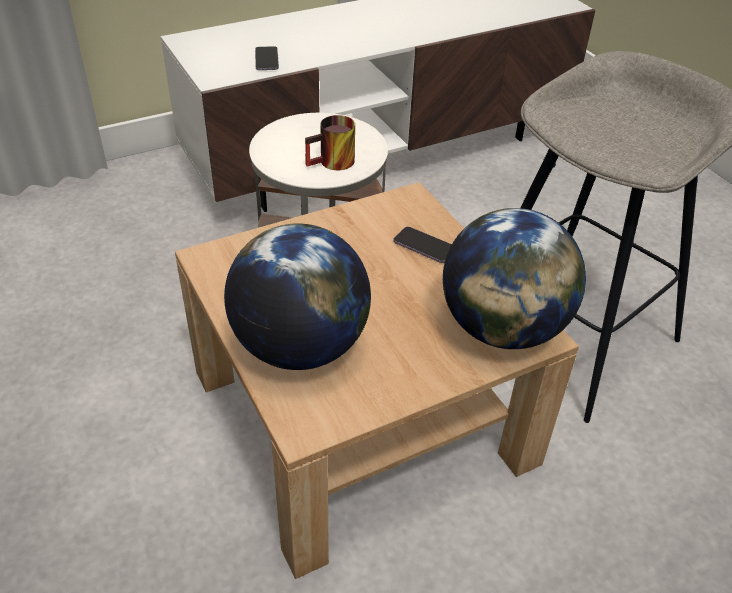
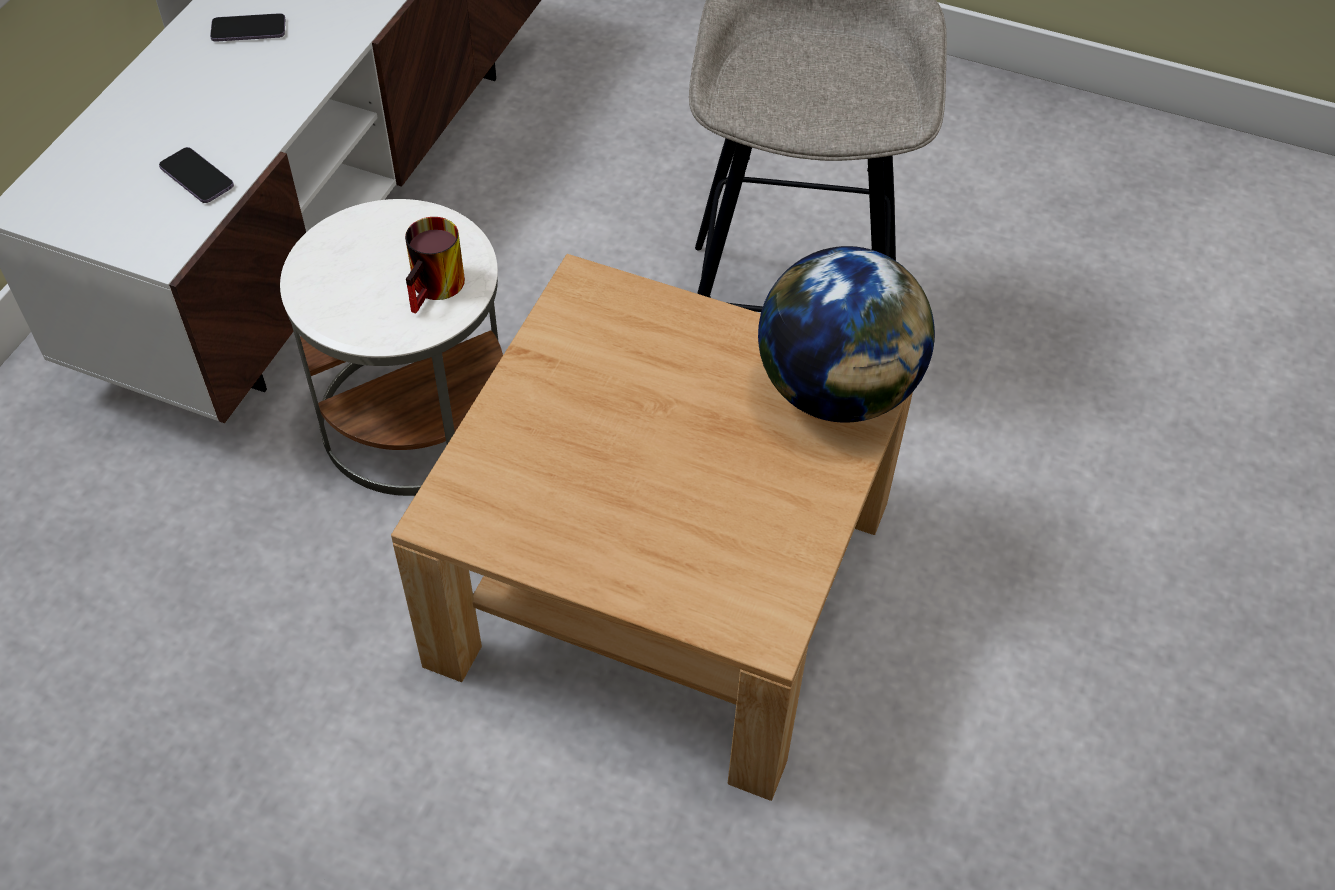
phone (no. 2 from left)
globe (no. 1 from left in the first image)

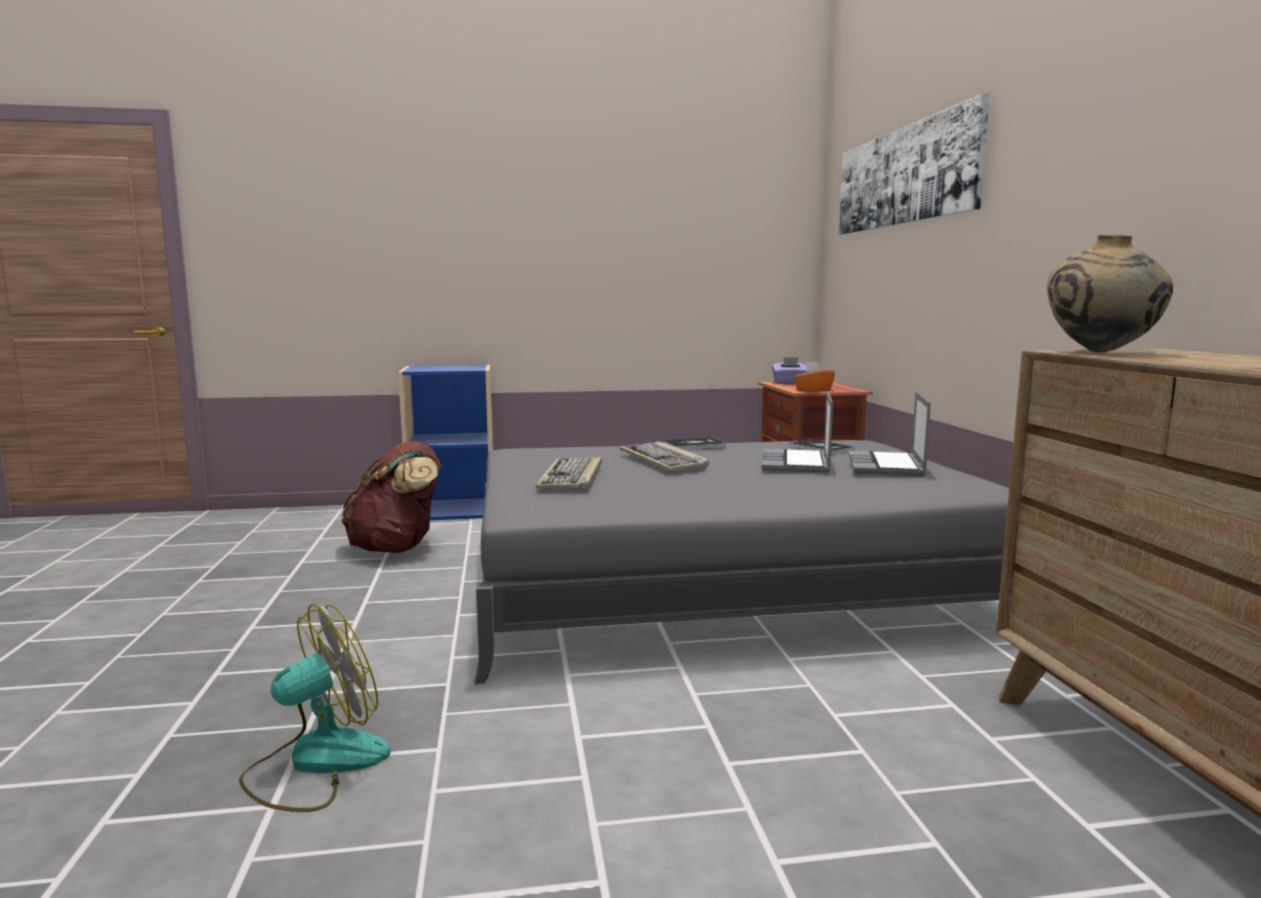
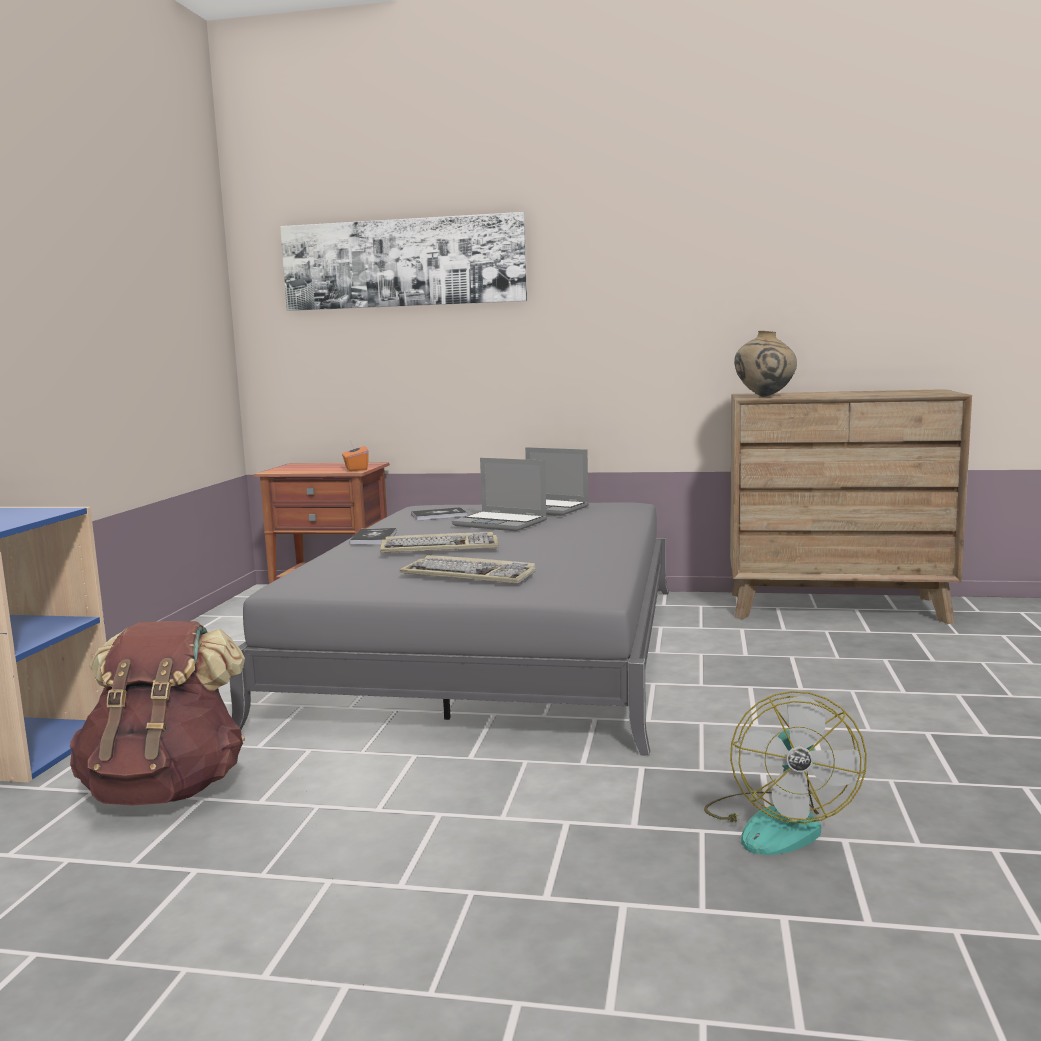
fan
purple tissue box

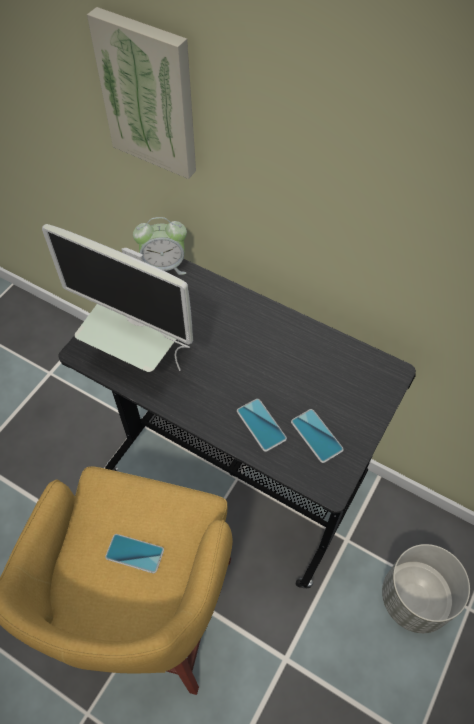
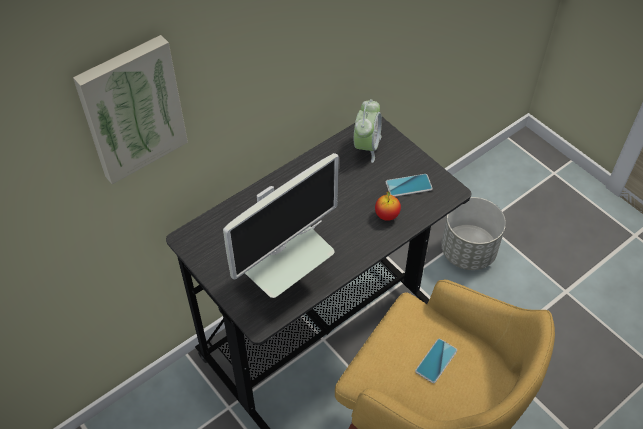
alarm clock
apple

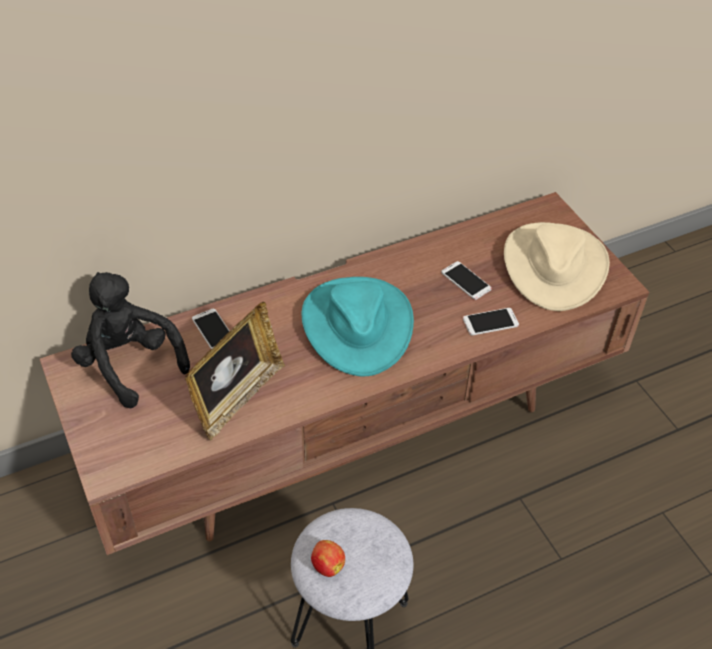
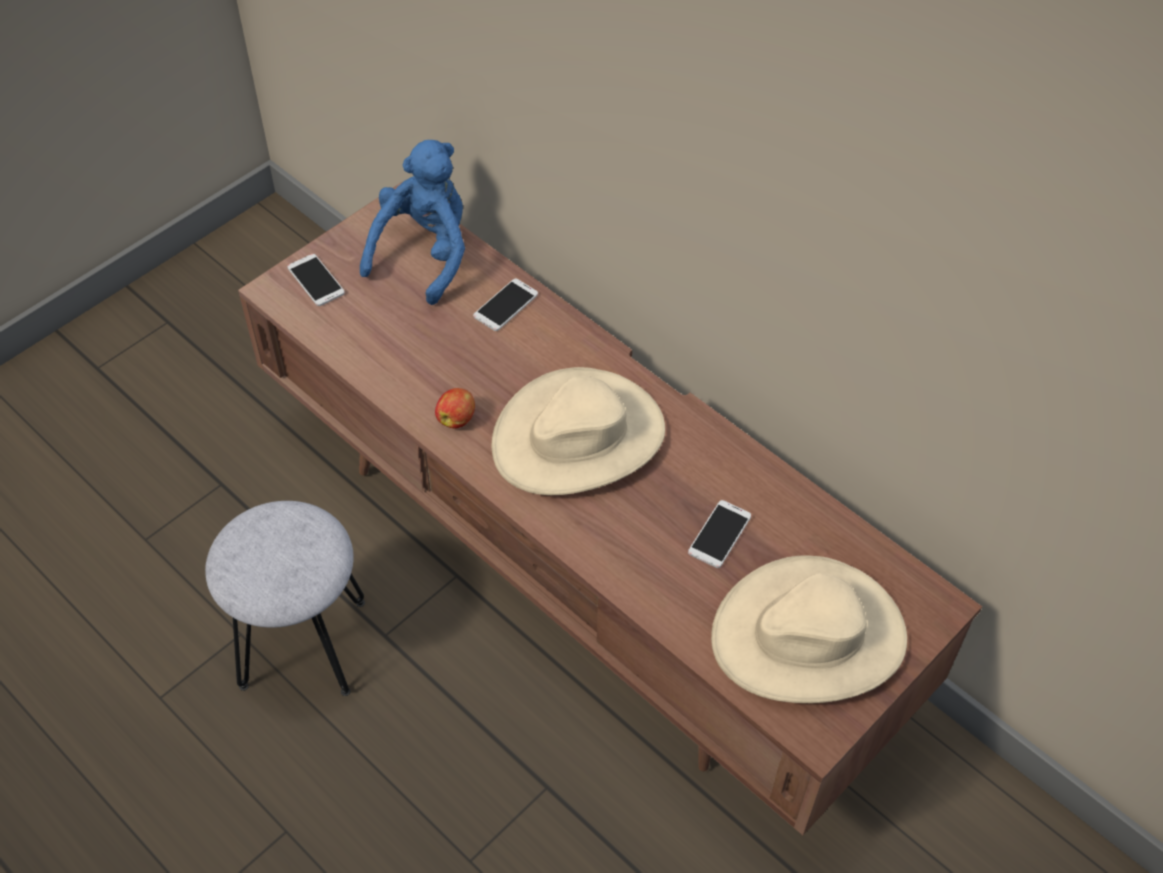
phone (no. 1 from left)
blue plush toy
apple
beige hat (no. 1 from left)
picture frame

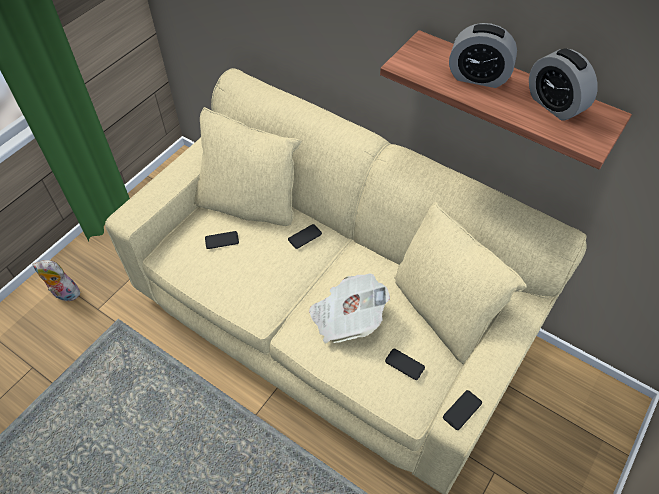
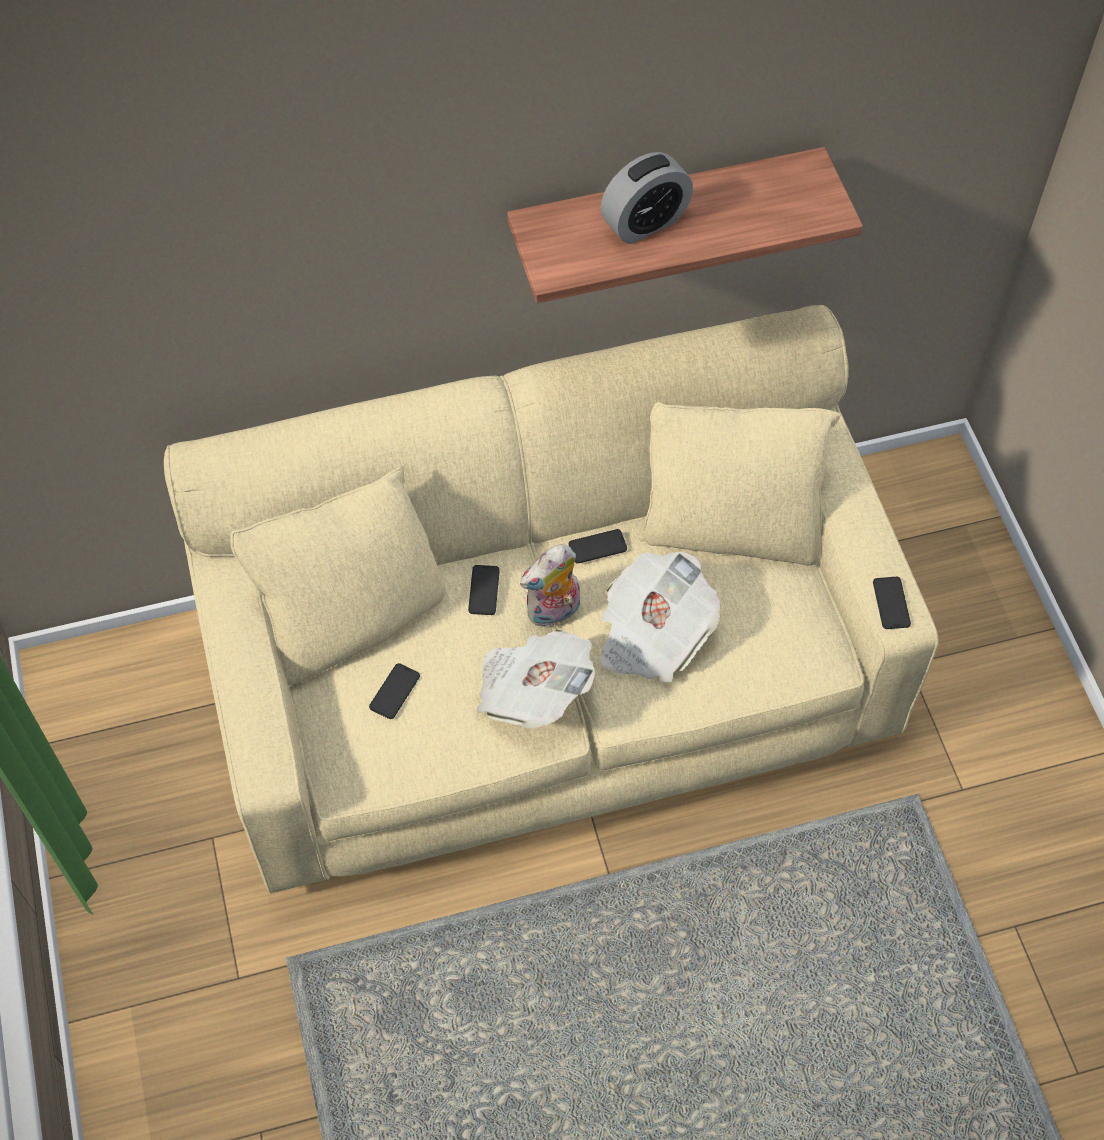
newspaper (no. 1 from left)
plush toy
phone (no. 3 from left)
alarm clock (no. 2 from left in the first image)

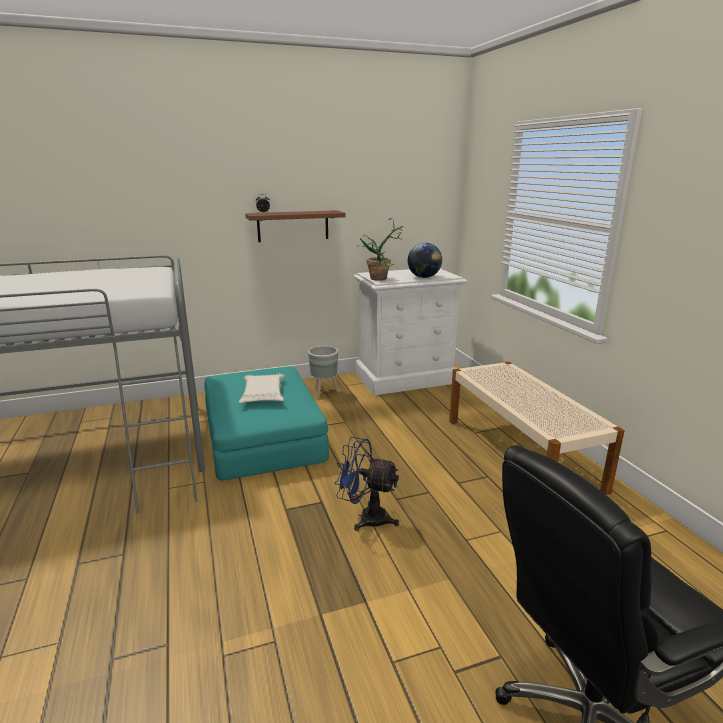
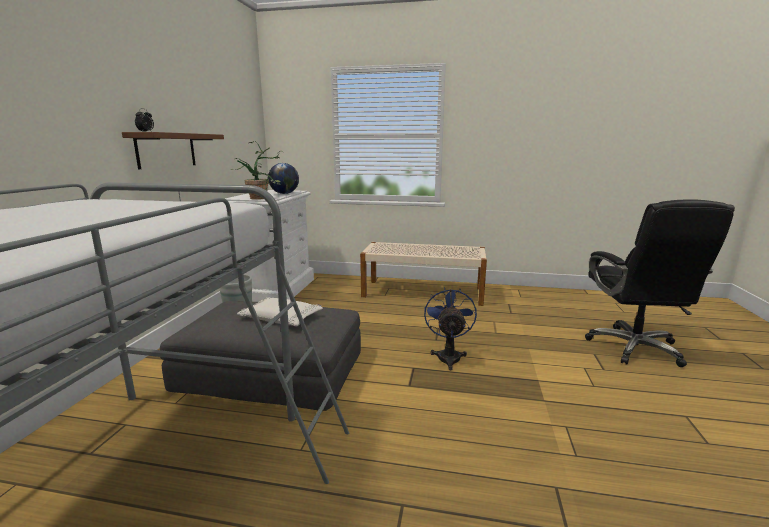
grey ottoman
blue fan

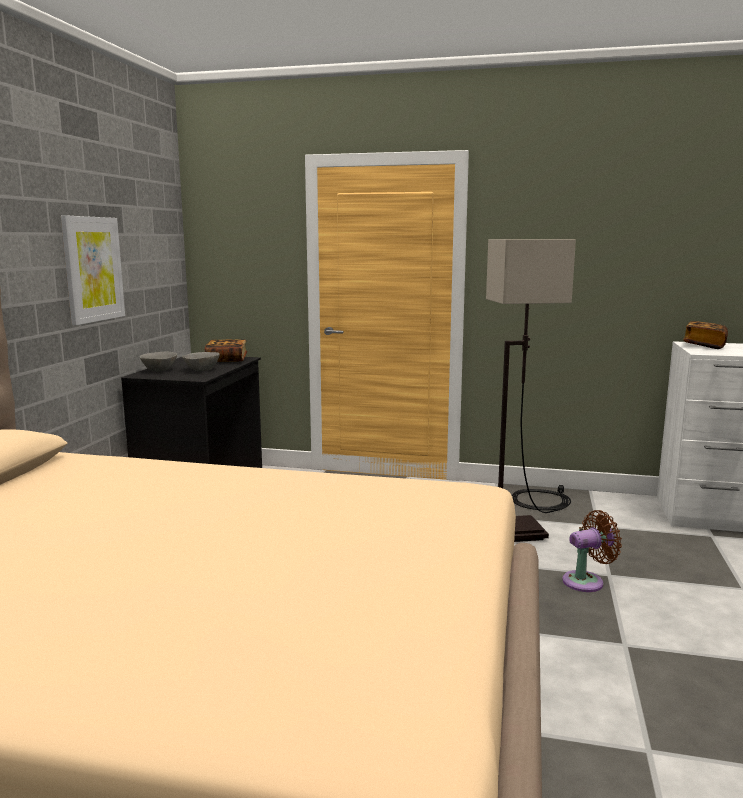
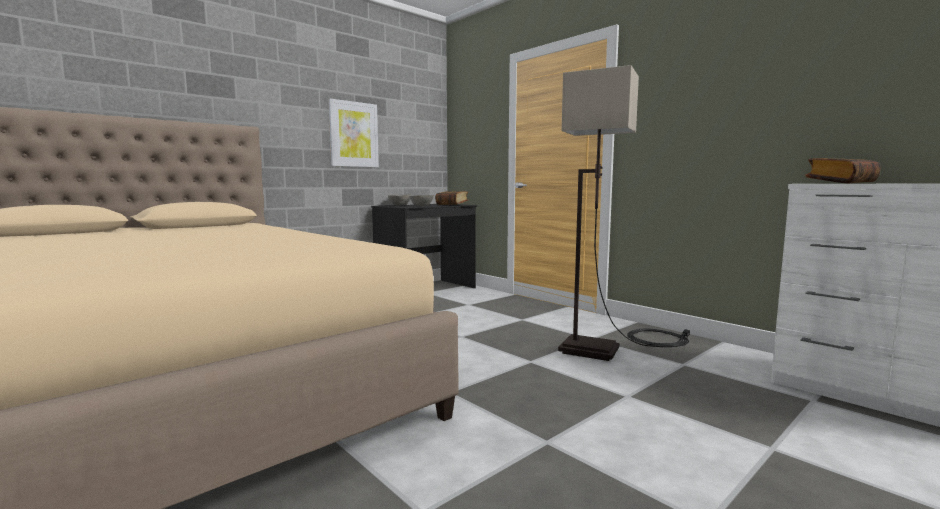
brown fan

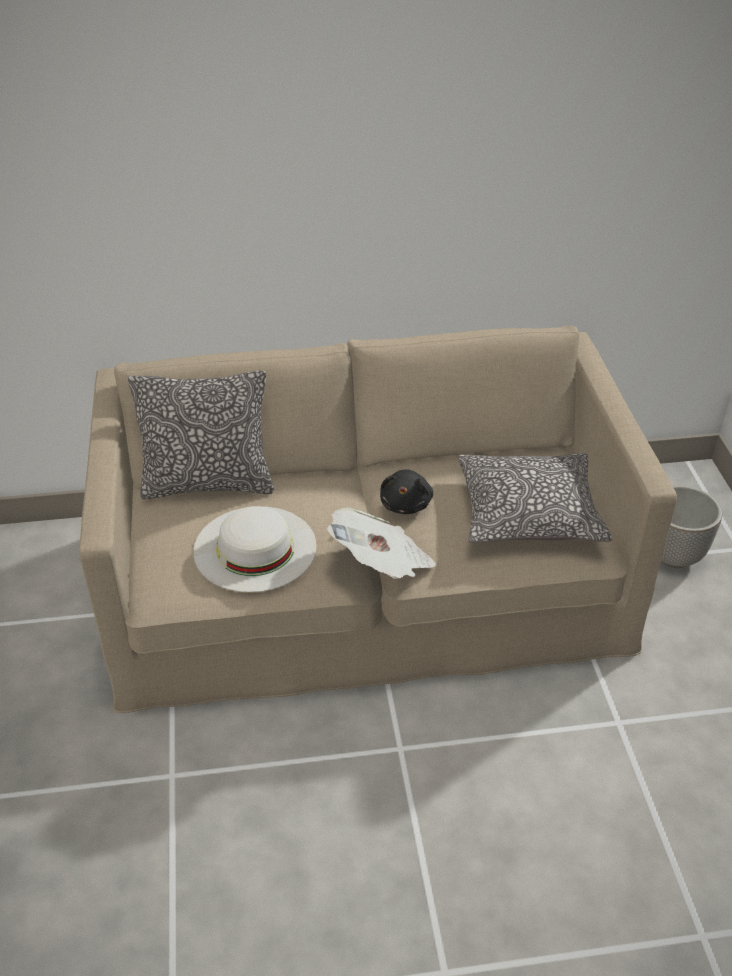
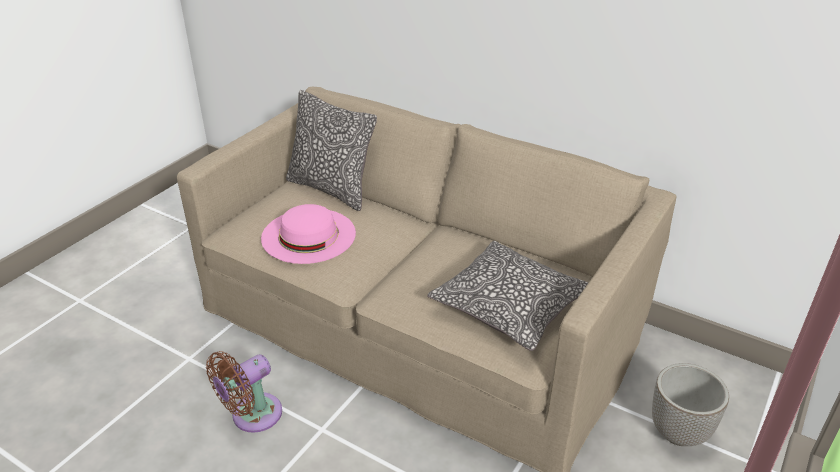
brown fan
pink hat
newspaper
black plush toy

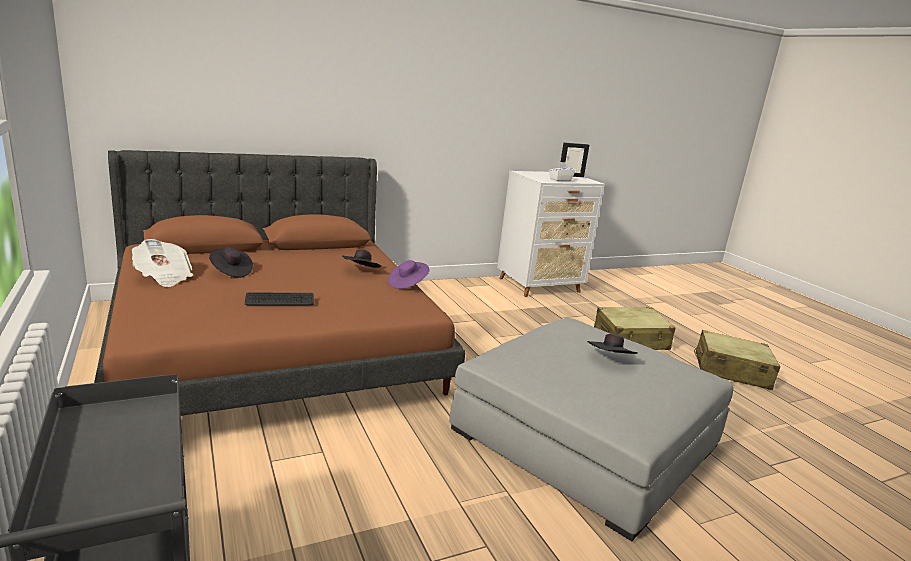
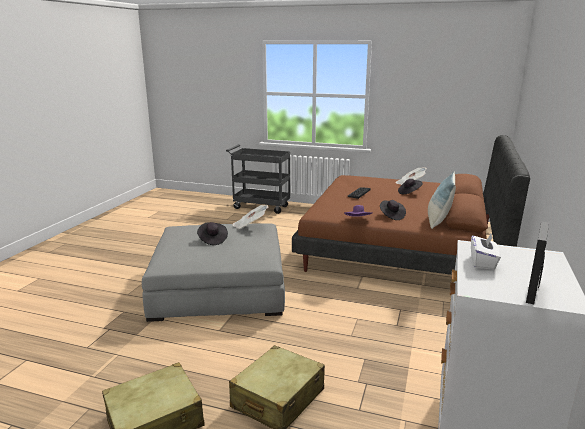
newspaper (no. 1 from left)
pillow

